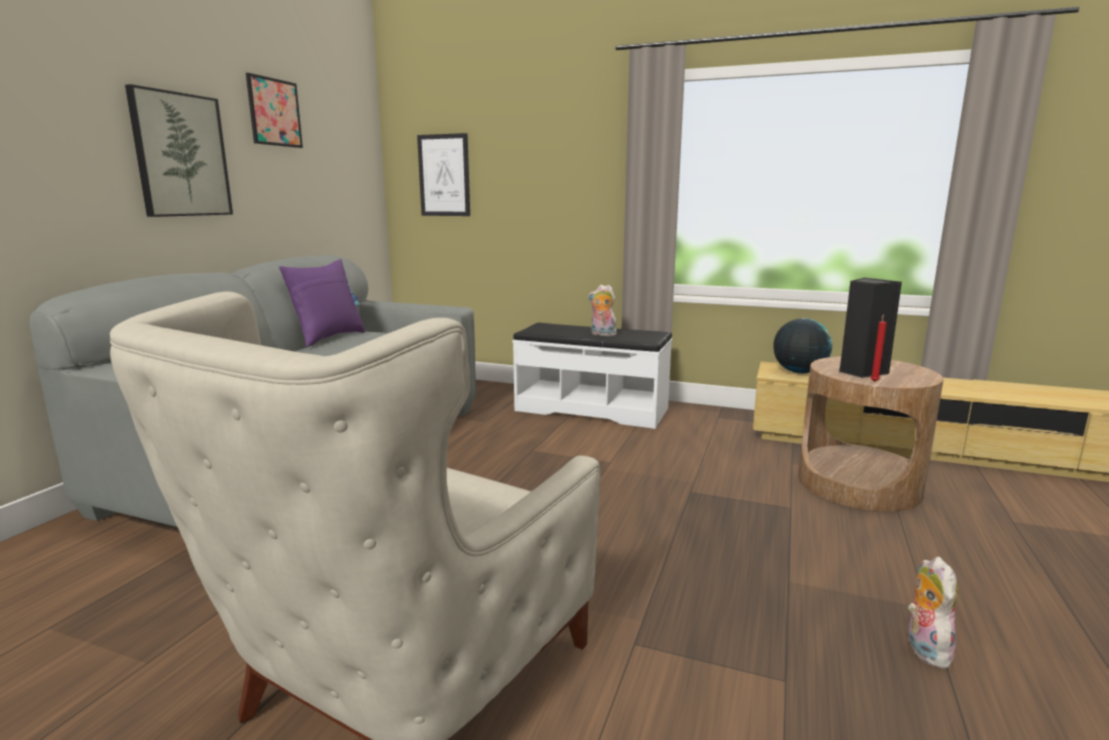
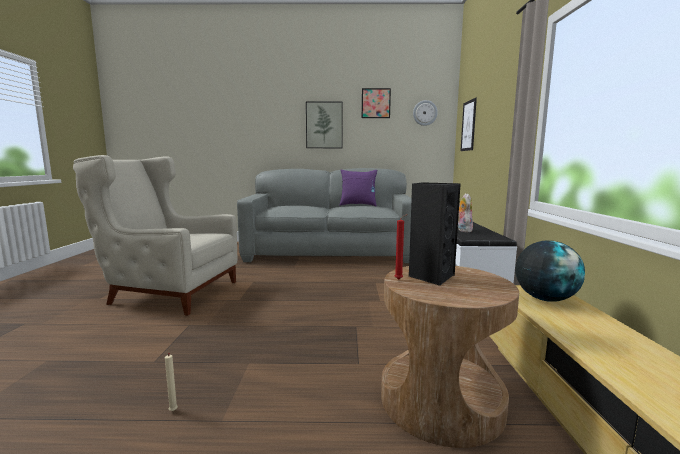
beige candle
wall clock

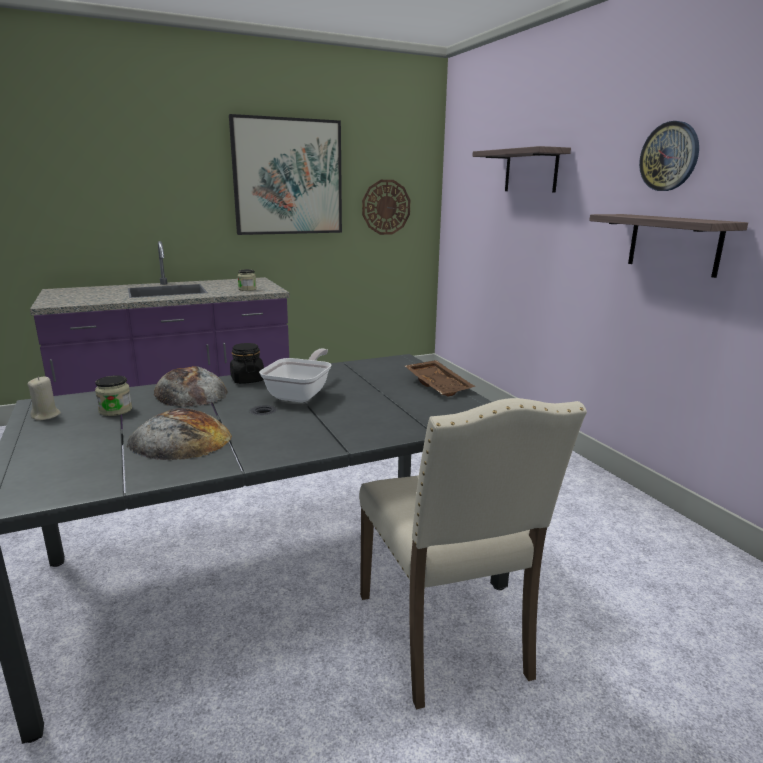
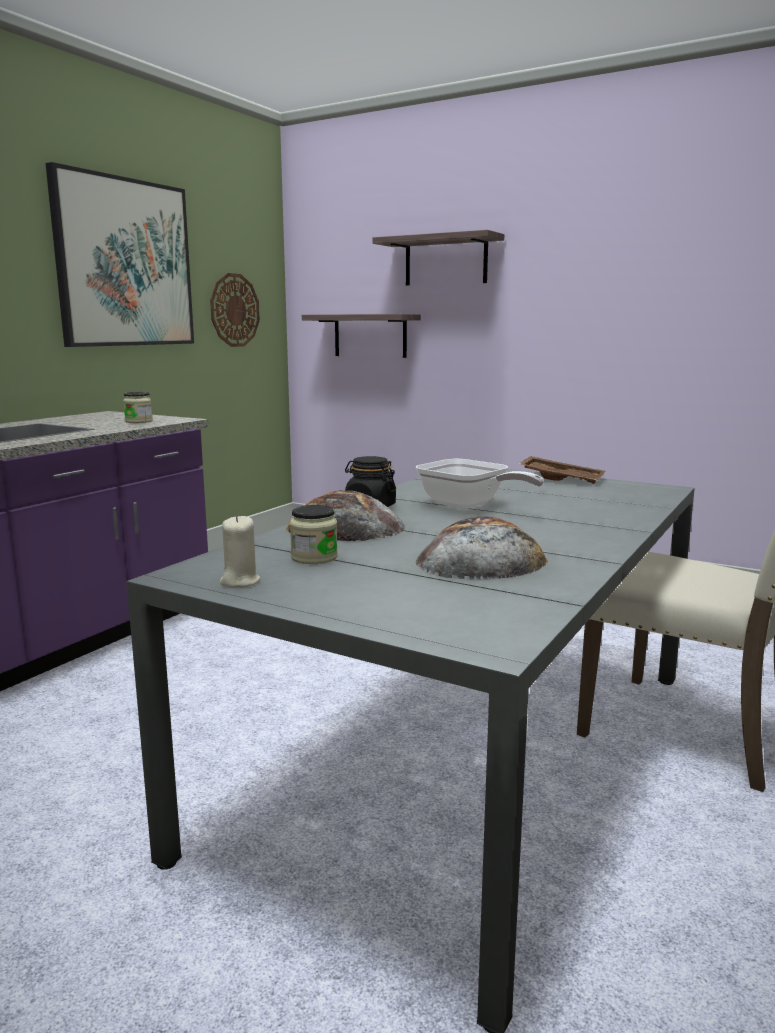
shelf (no. 1 from left)
frying pan
wall clock (no. 2 from left in the first image)

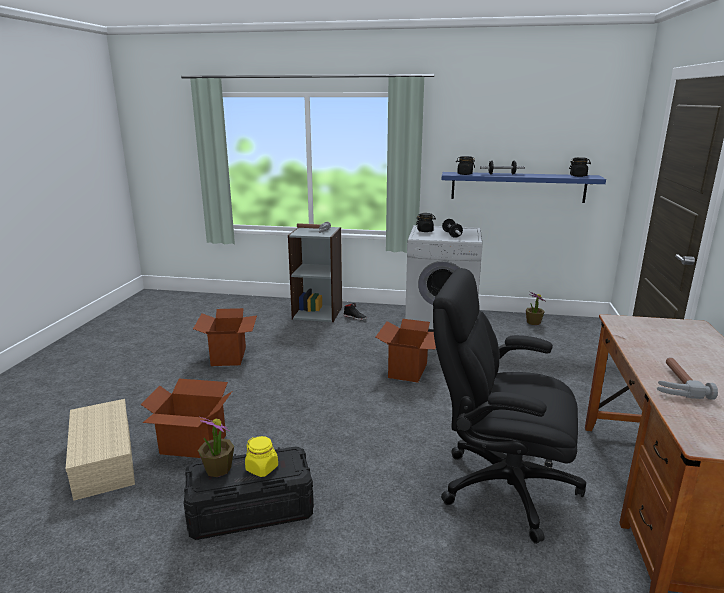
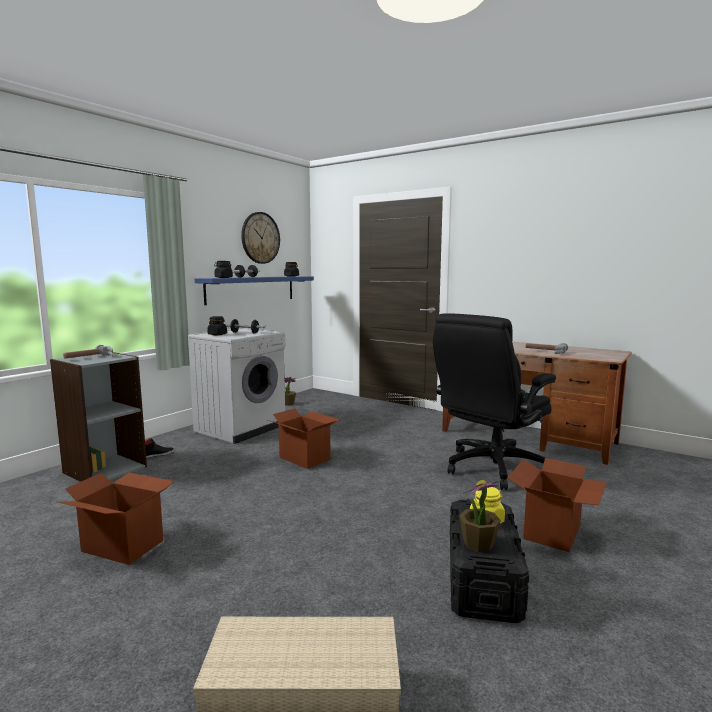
wall clock
cardboard box (no. 3 from left)

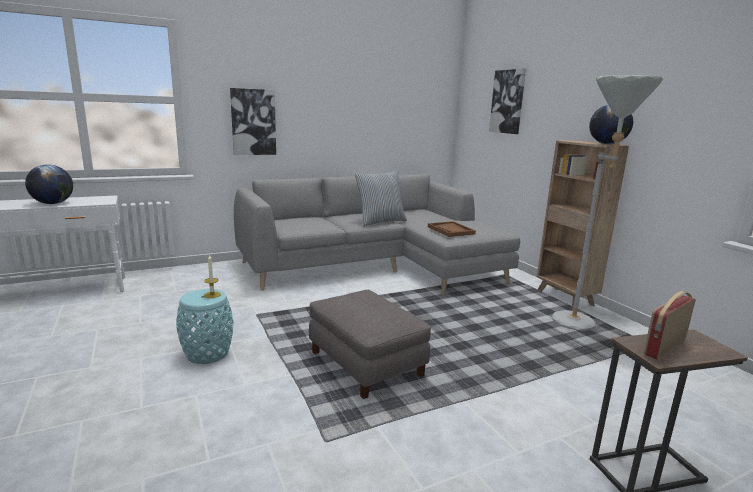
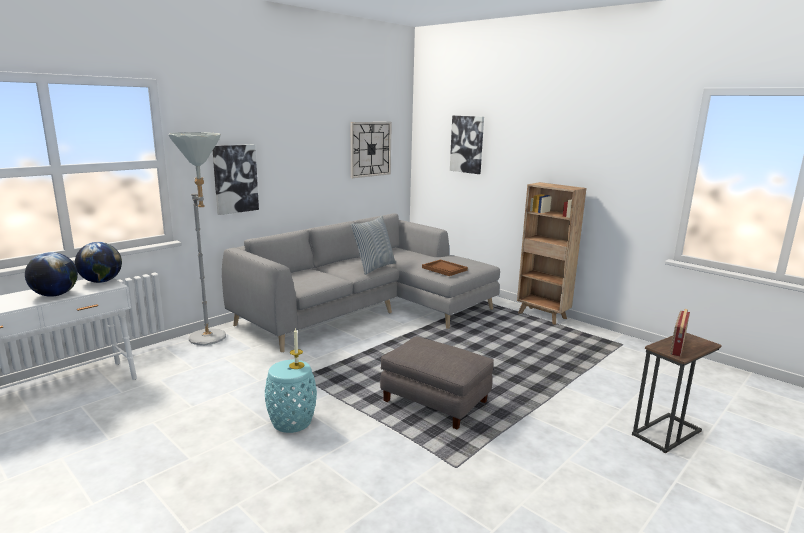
globe (no. 2 from left)
grey floor lamp
wall clock

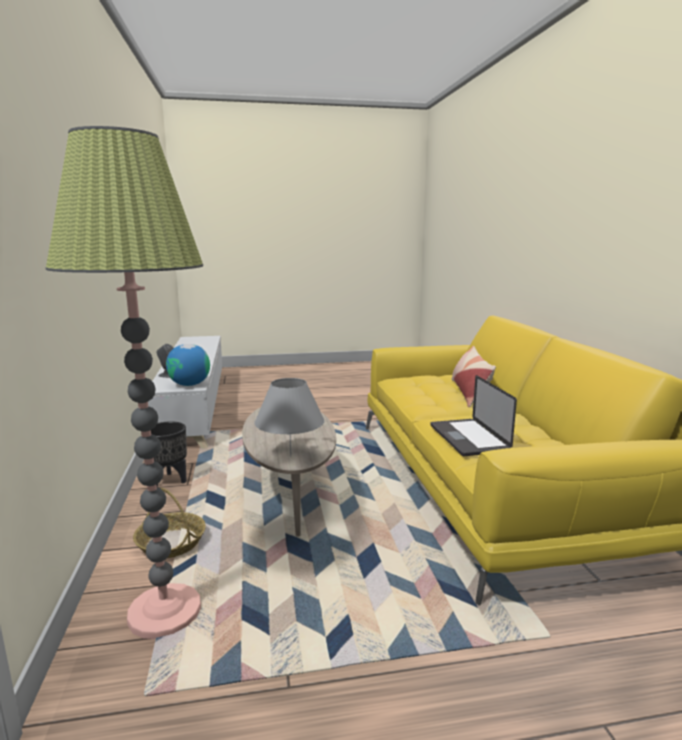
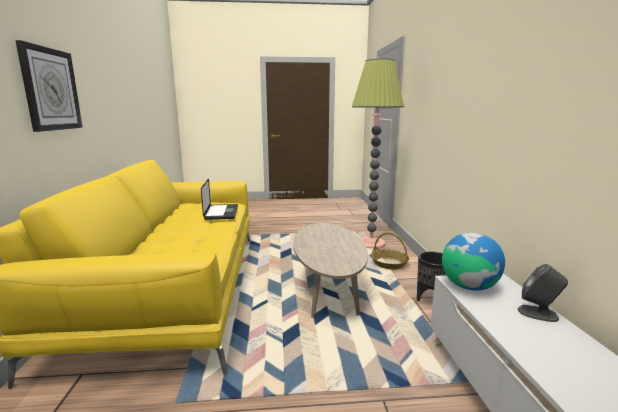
wall clock
grey table lamp
pillow

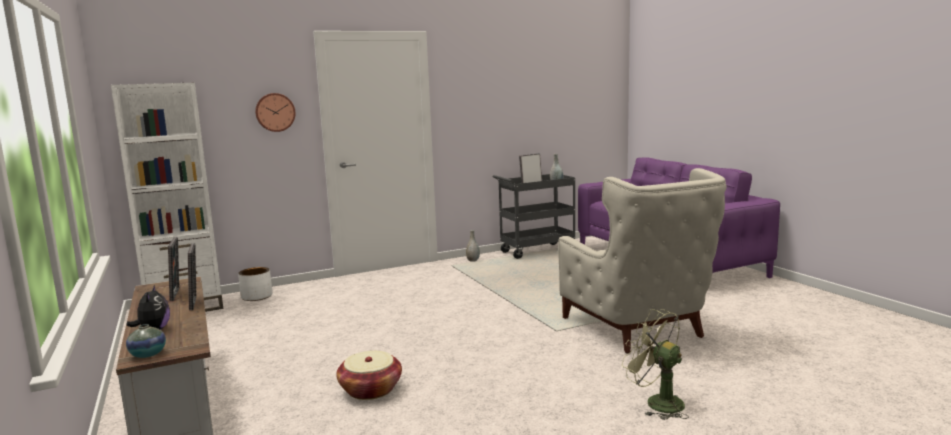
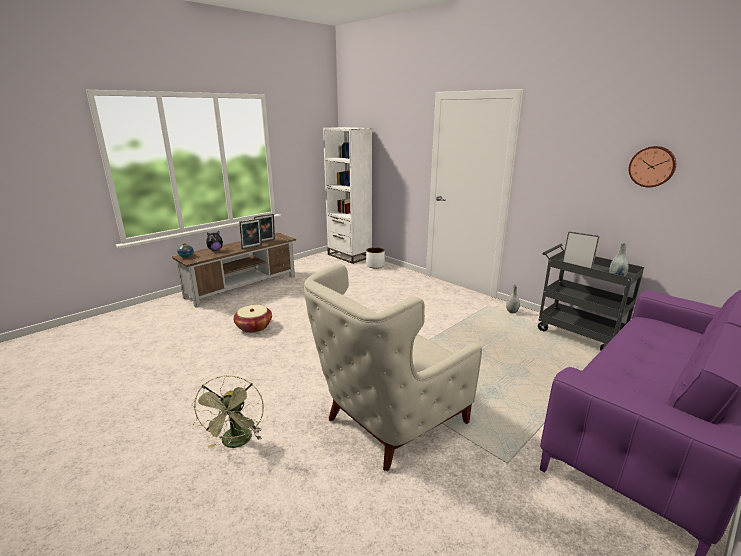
green fan
wall clock

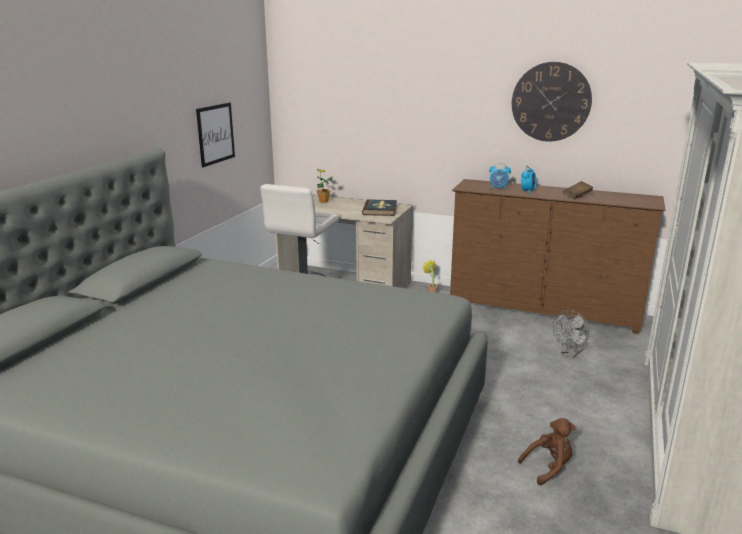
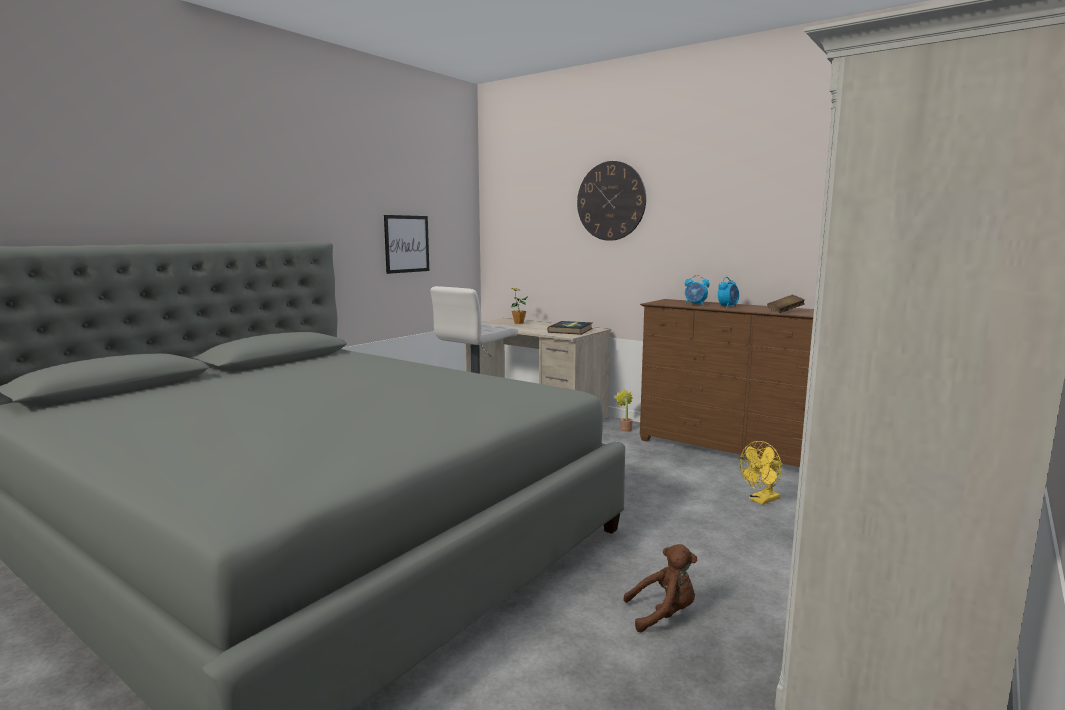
wall clock
yellow fan

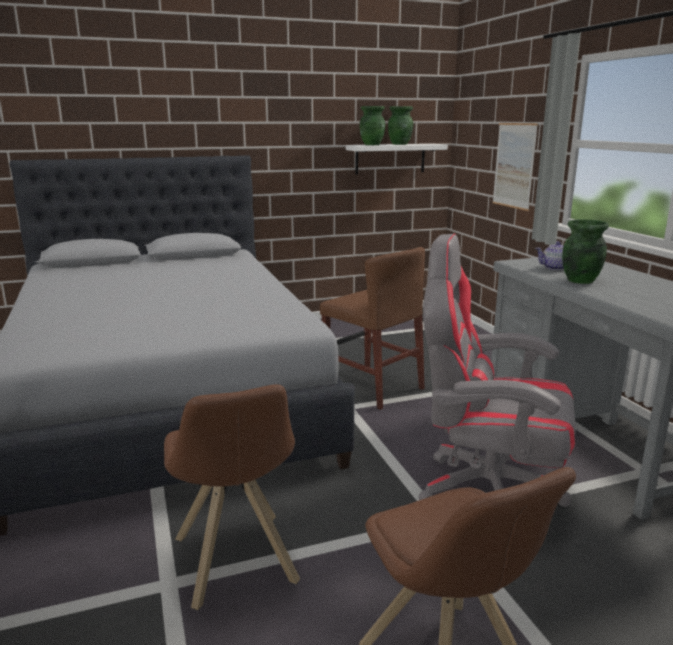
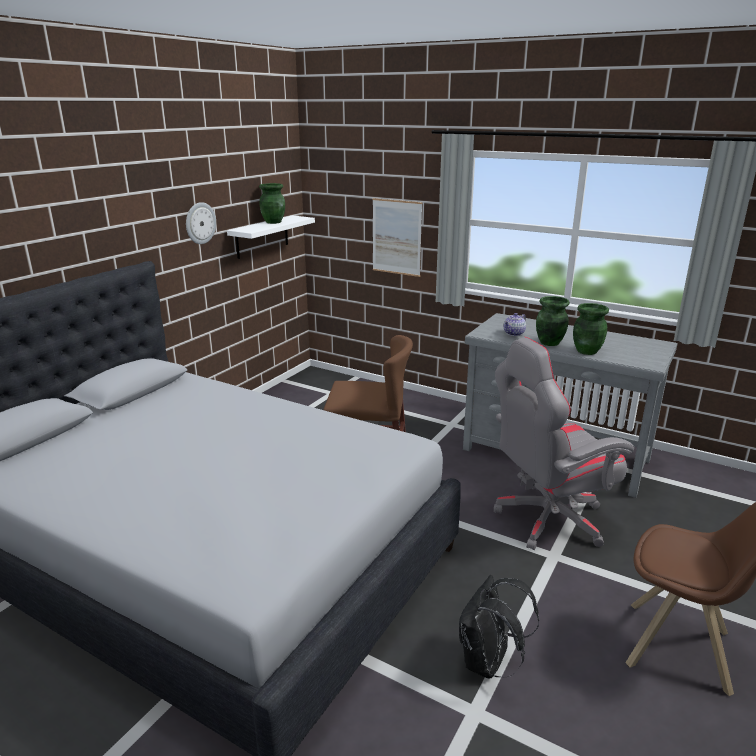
wall clock
black backpack
green vase (no. 3 from left)

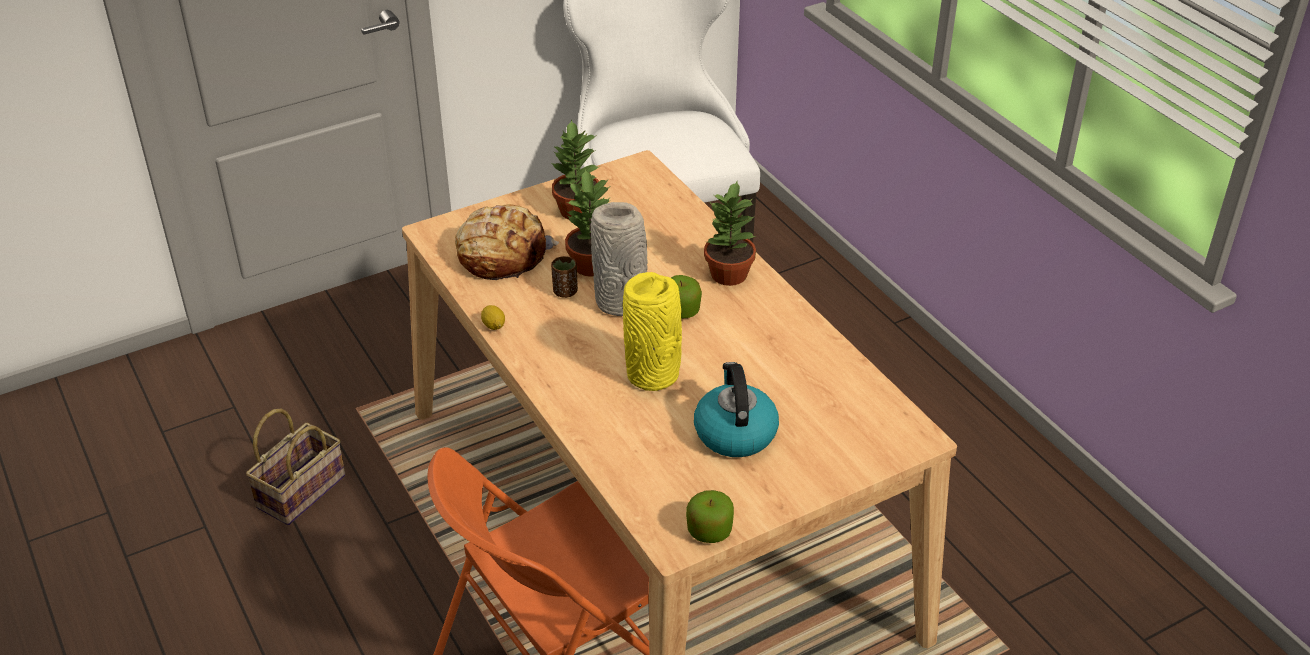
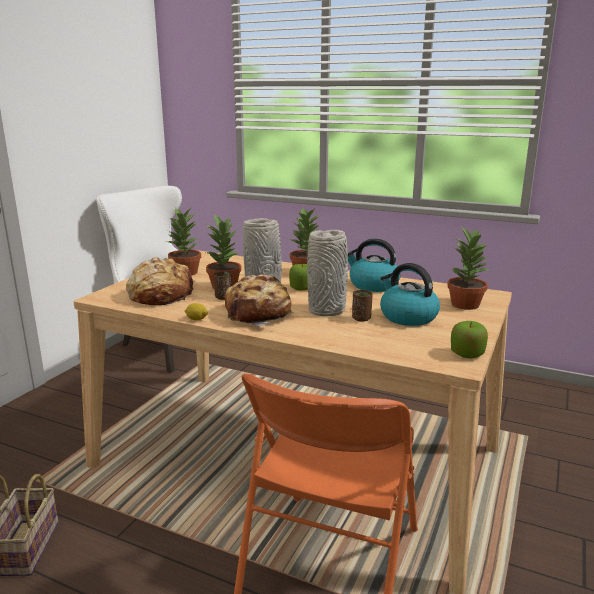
bread (no. 2 from left)
grey vase (no. 2 from left)
kettle (no. 1 from left)
brown cup (no. 2 from left)
potted plant (no. 4 from left)

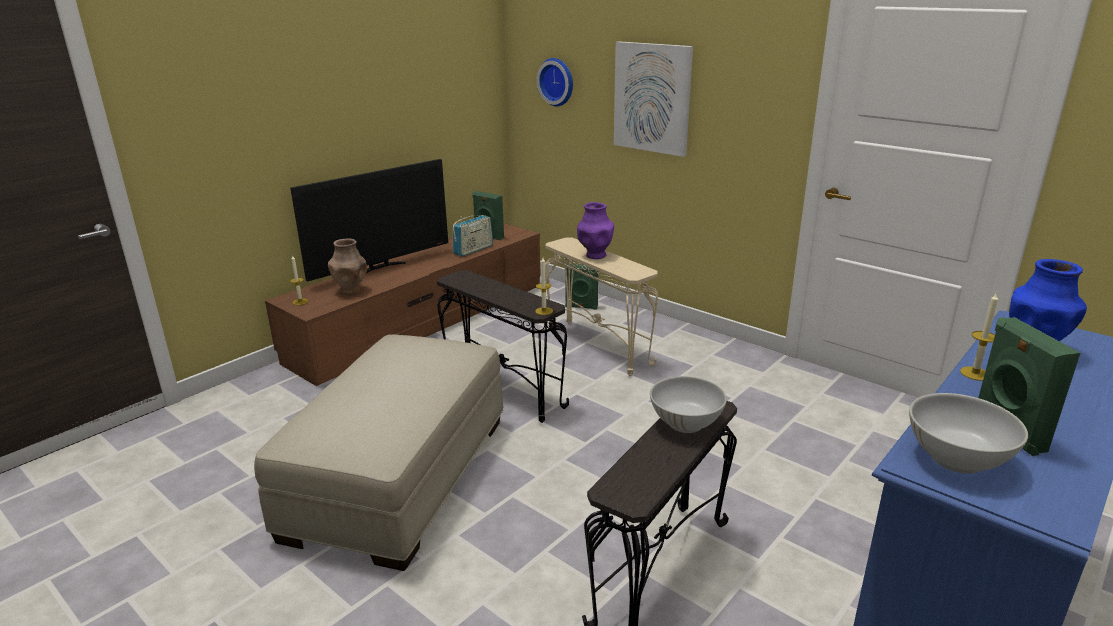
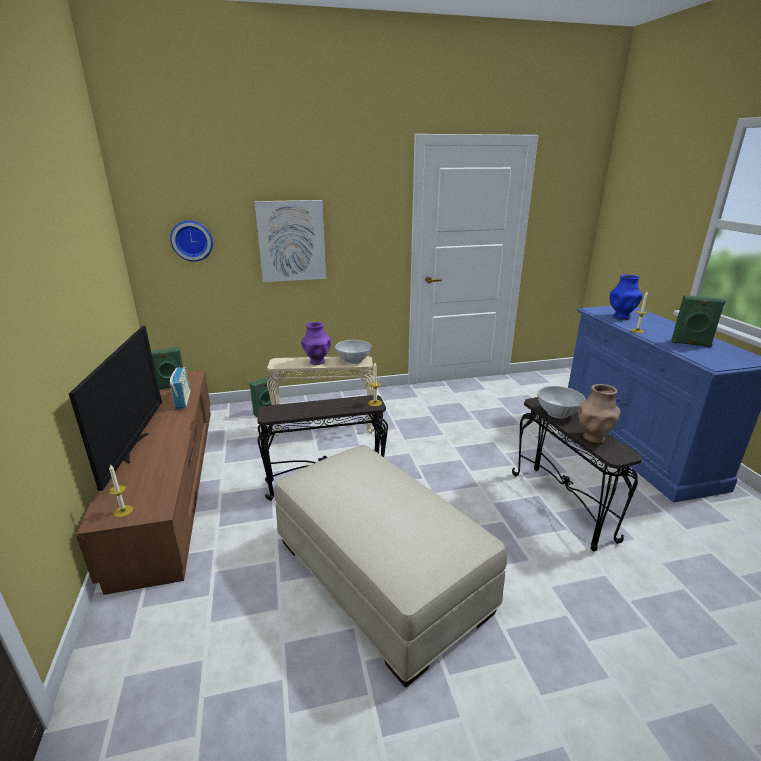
white bowl (no. 1 from left)
brown vase

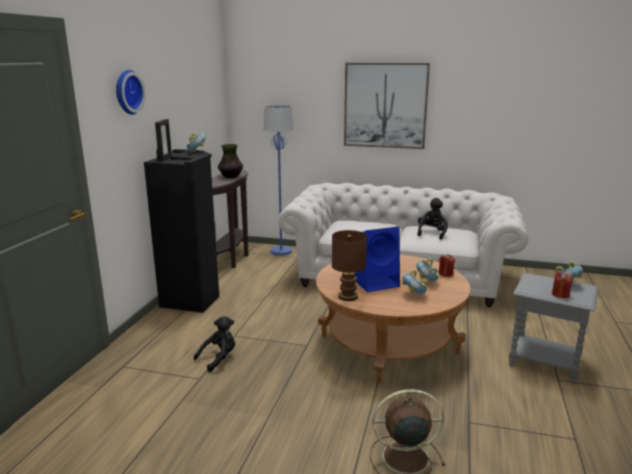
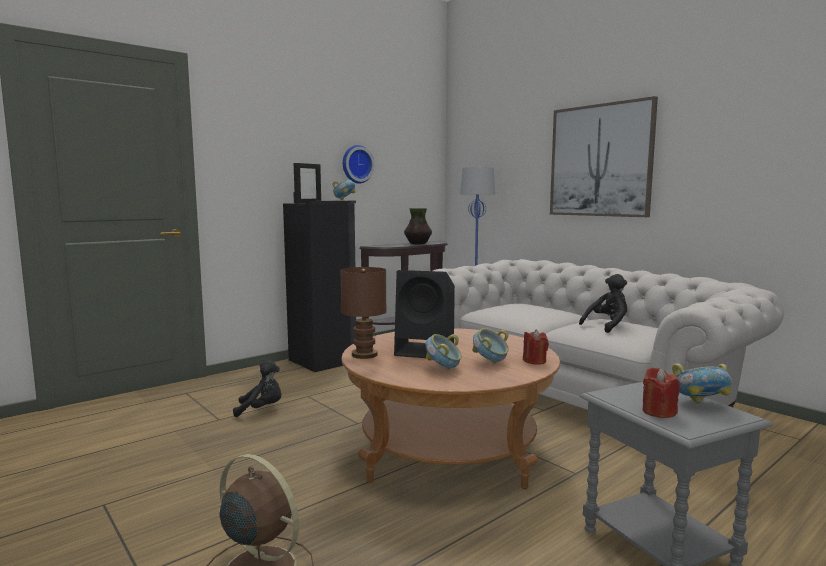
wall clock
black speaker

